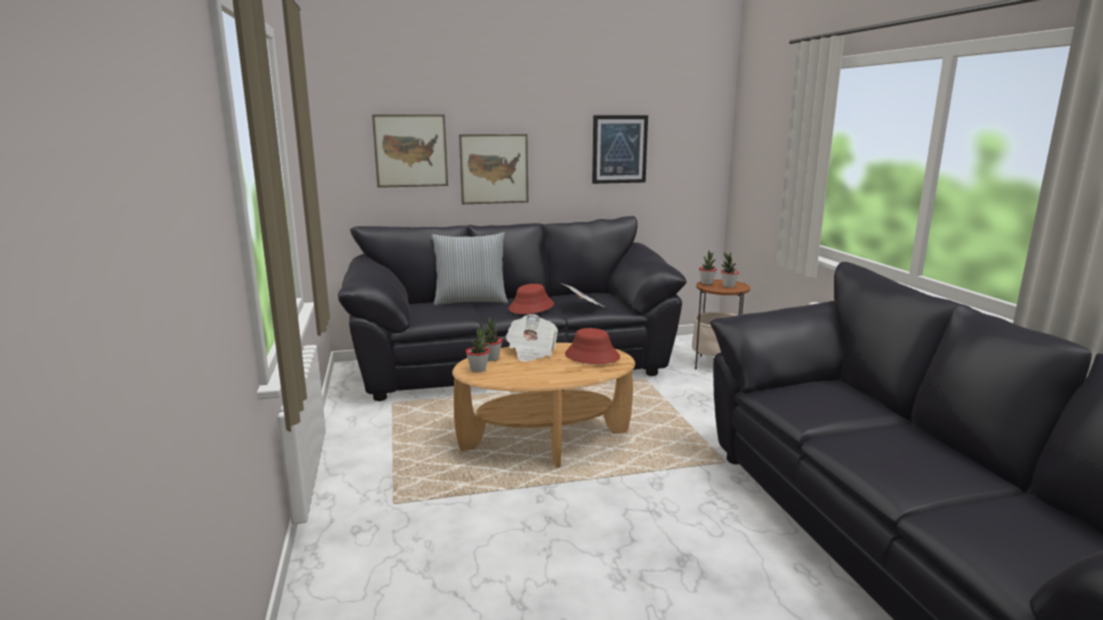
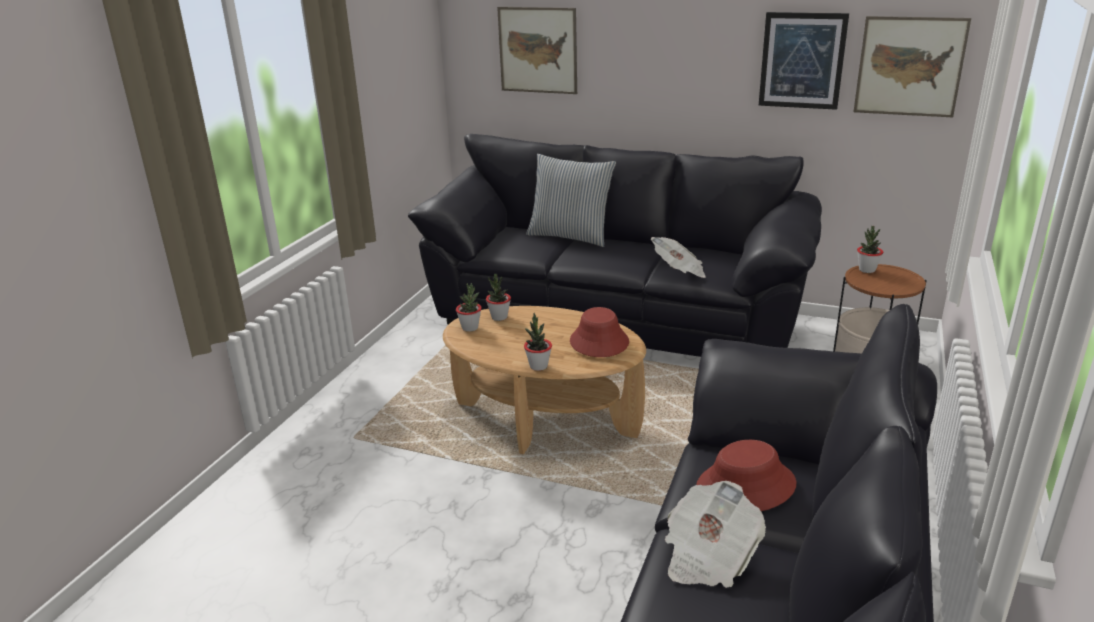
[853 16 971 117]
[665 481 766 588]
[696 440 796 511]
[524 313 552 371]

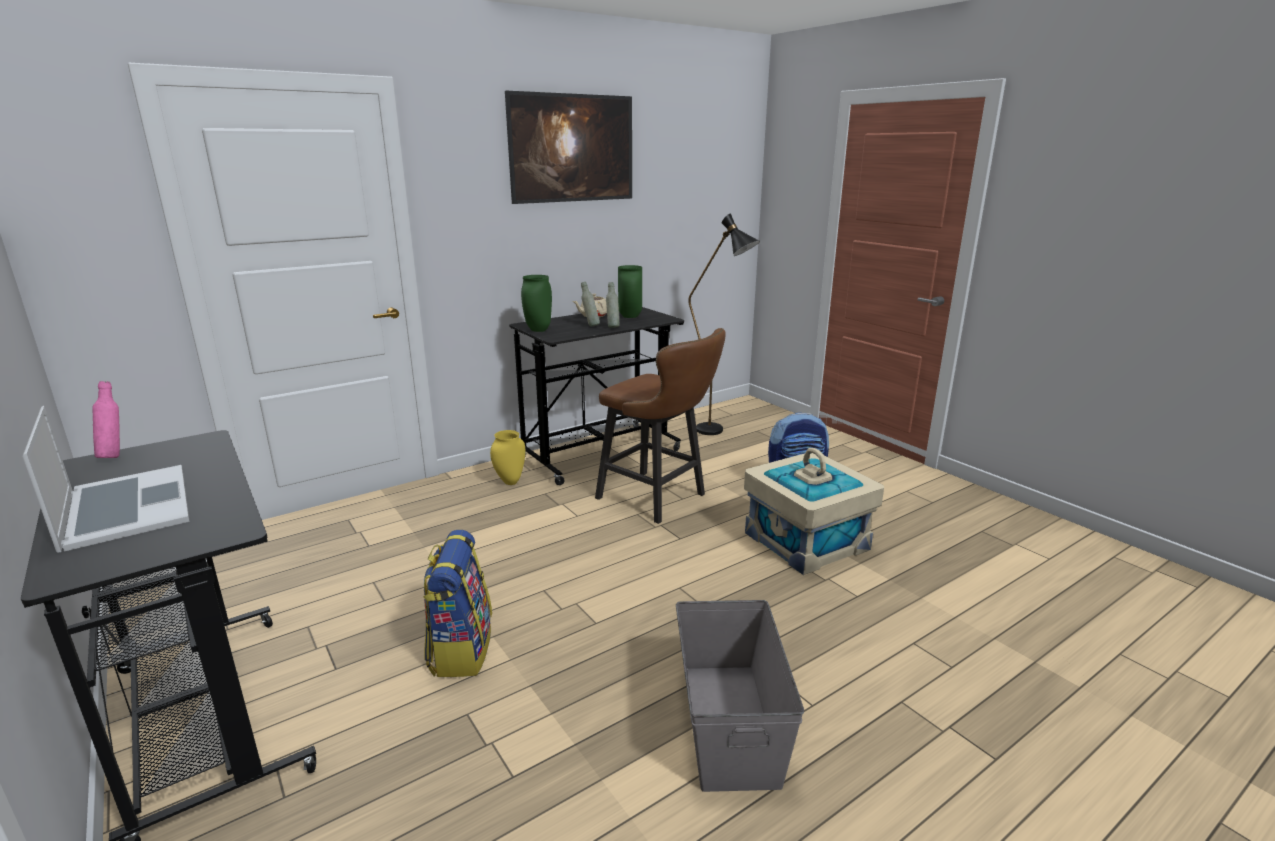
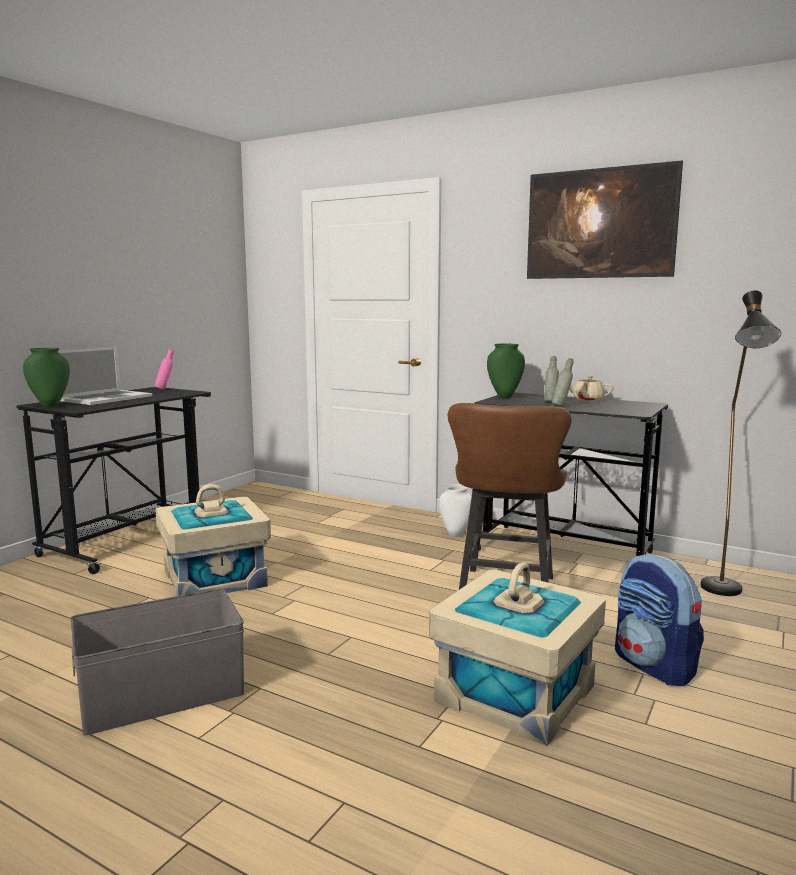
[23 348 70 407]
[155 484 271 596]
[439 484 472 537]

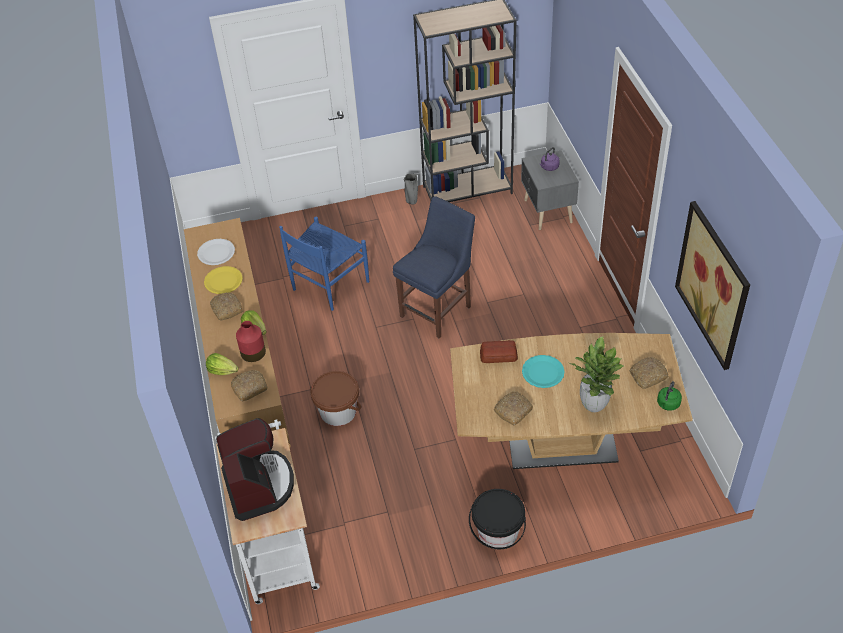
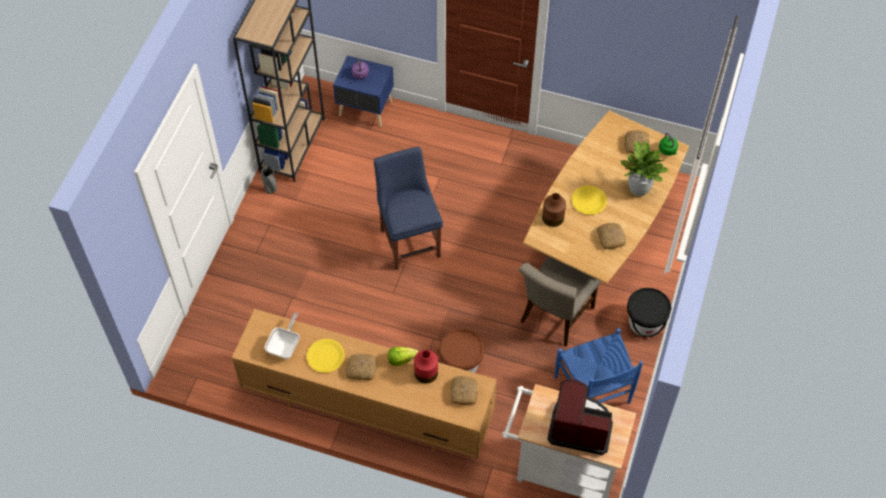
[206 353 239 375] (first image)
[675 201 750 370] (first image)
[518 256 601 347]
[554 328 643 404]
[265 312 300 359]
[542 193 566 227]
[333 56 394 127]
[571 185 607 215]

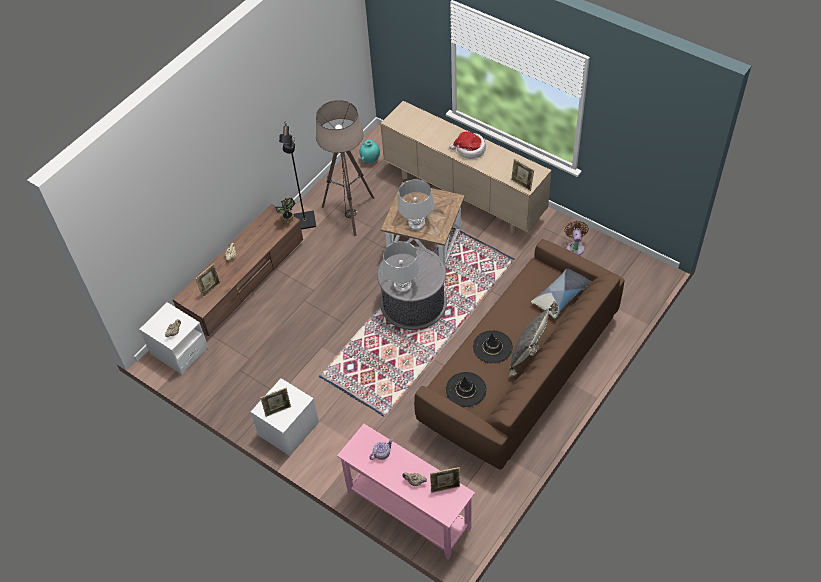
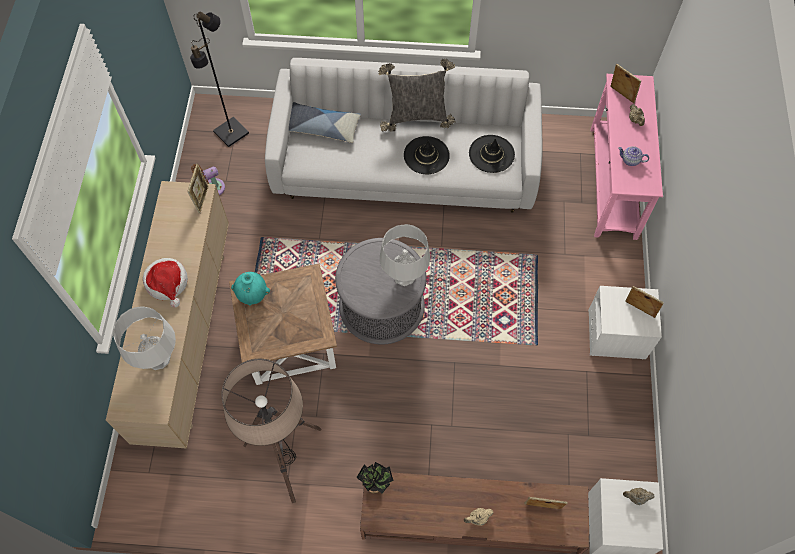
[190 12 249 147]
[231 272 270 306]
[113 306 176 370]
[265 58 543 213]

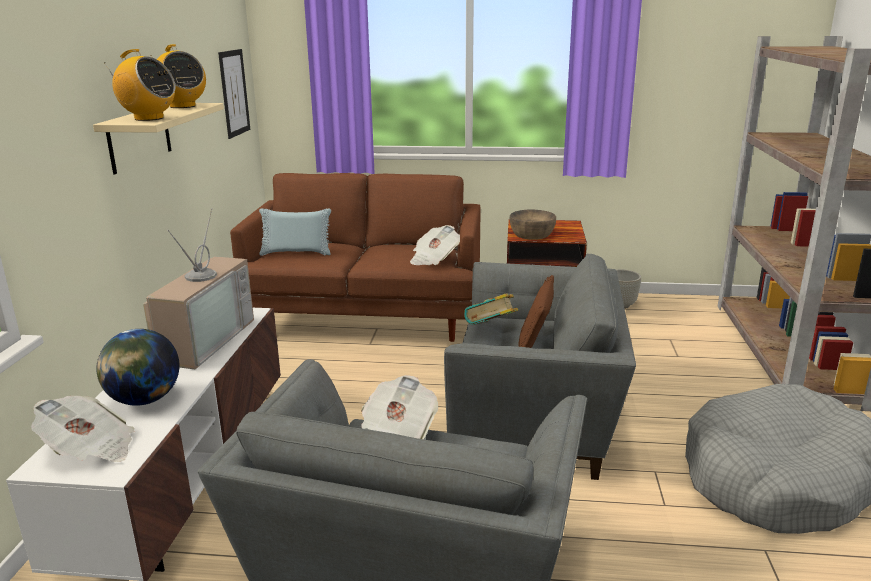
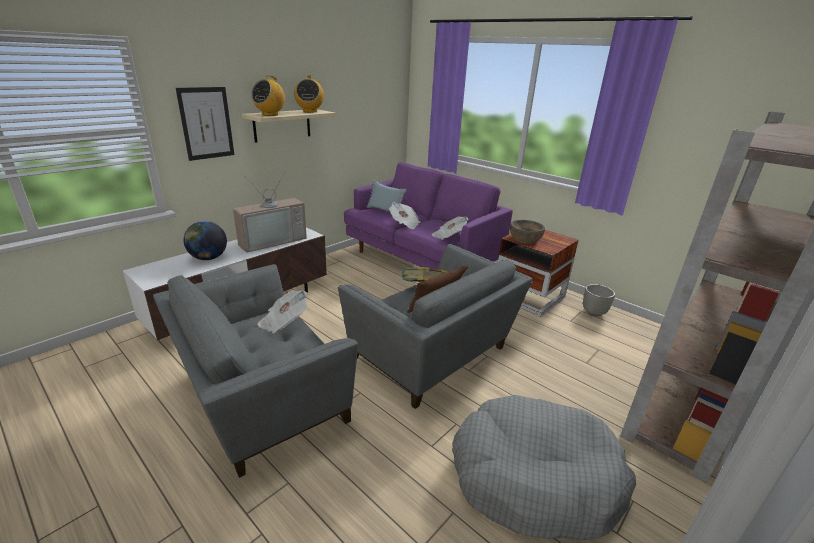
[389 202 421 229]
[176 87 234 161]
[344 162 513 270]
[251 75 285 116]

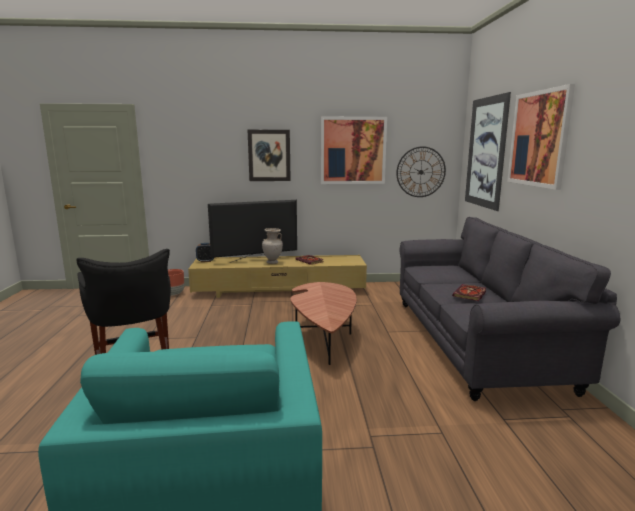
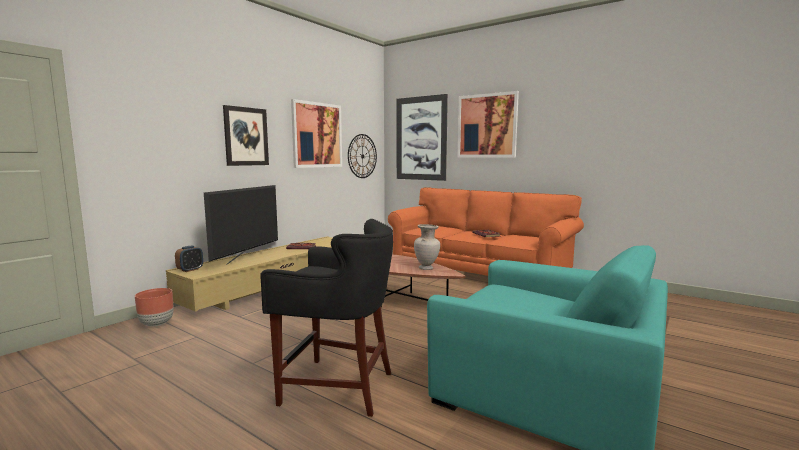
[414 224 440 270]
[388 187 584 276]

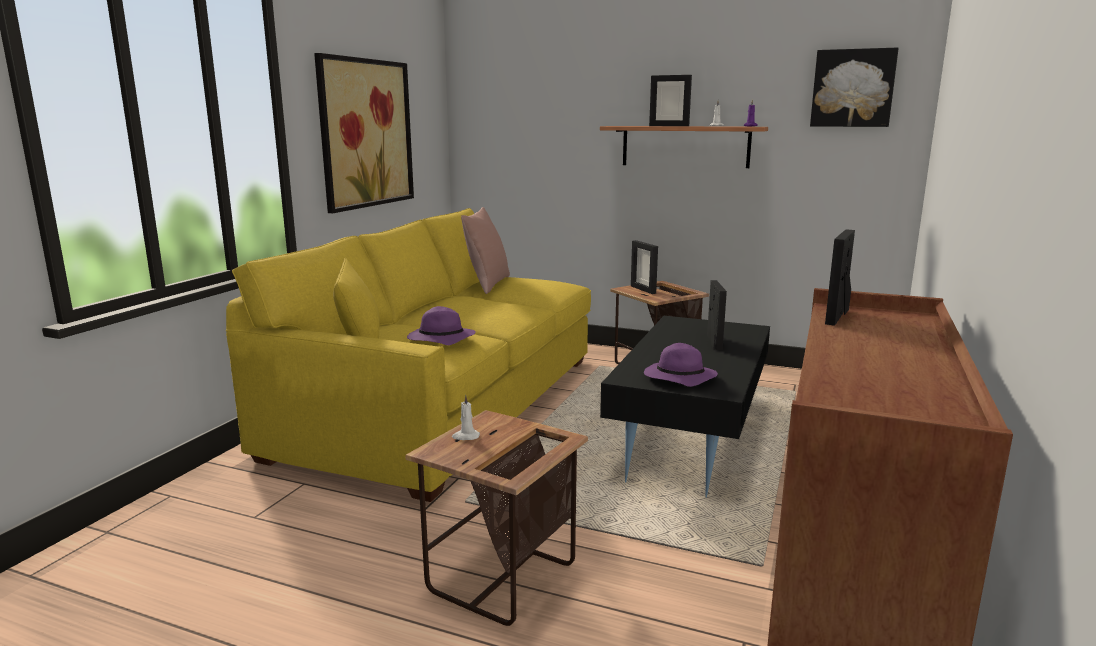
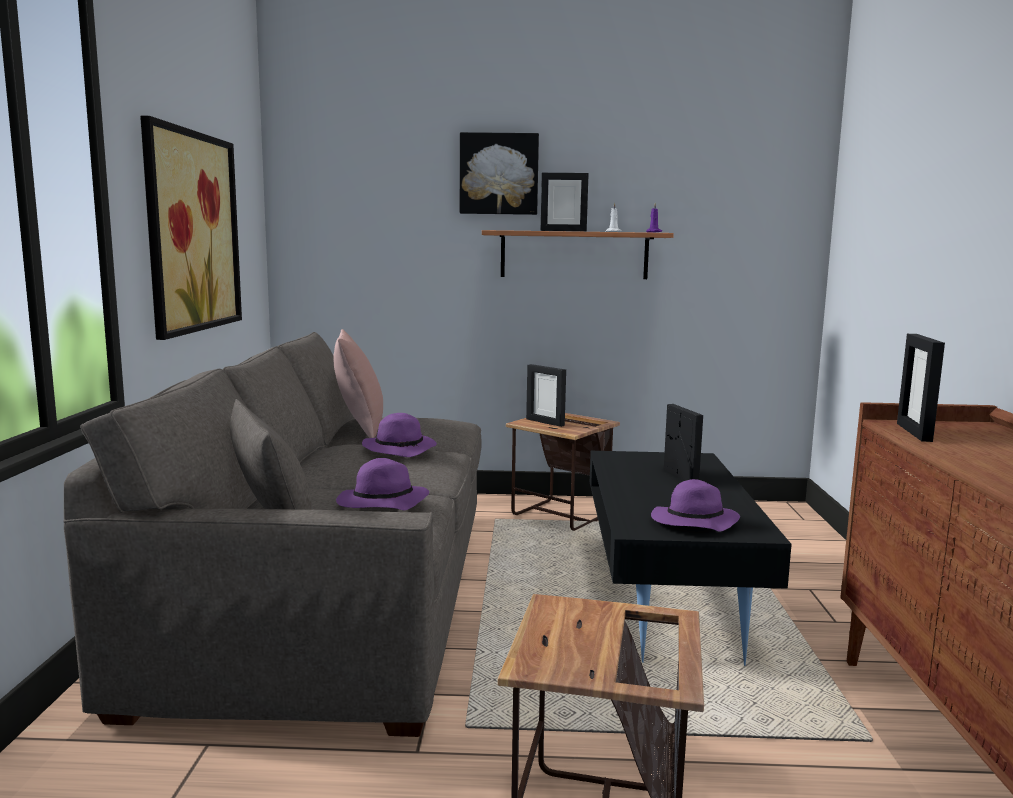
[452 394 480 440] (first image)
[362 413 437 457]
[460 132 539 215]
[63 332 482 737]

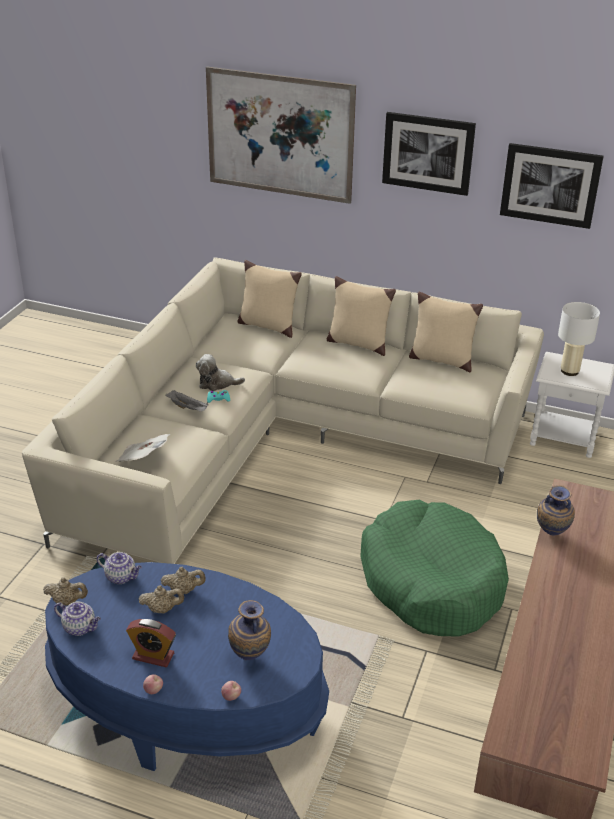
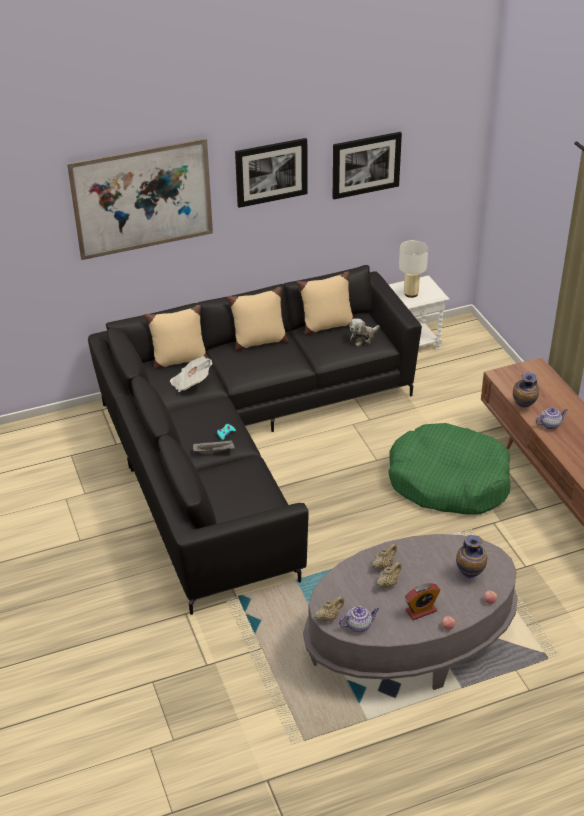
[535 408 568 430]
[170 356 213 392]
[349 318 380 347]
[88 265 422 615]
[303 534 518 690]

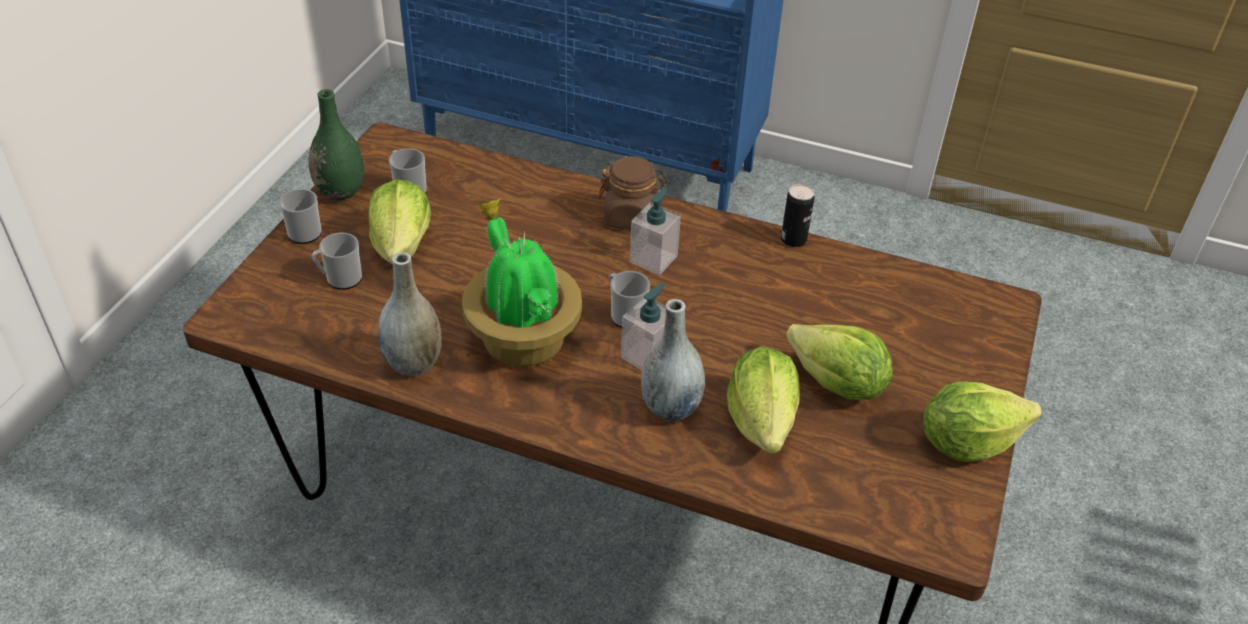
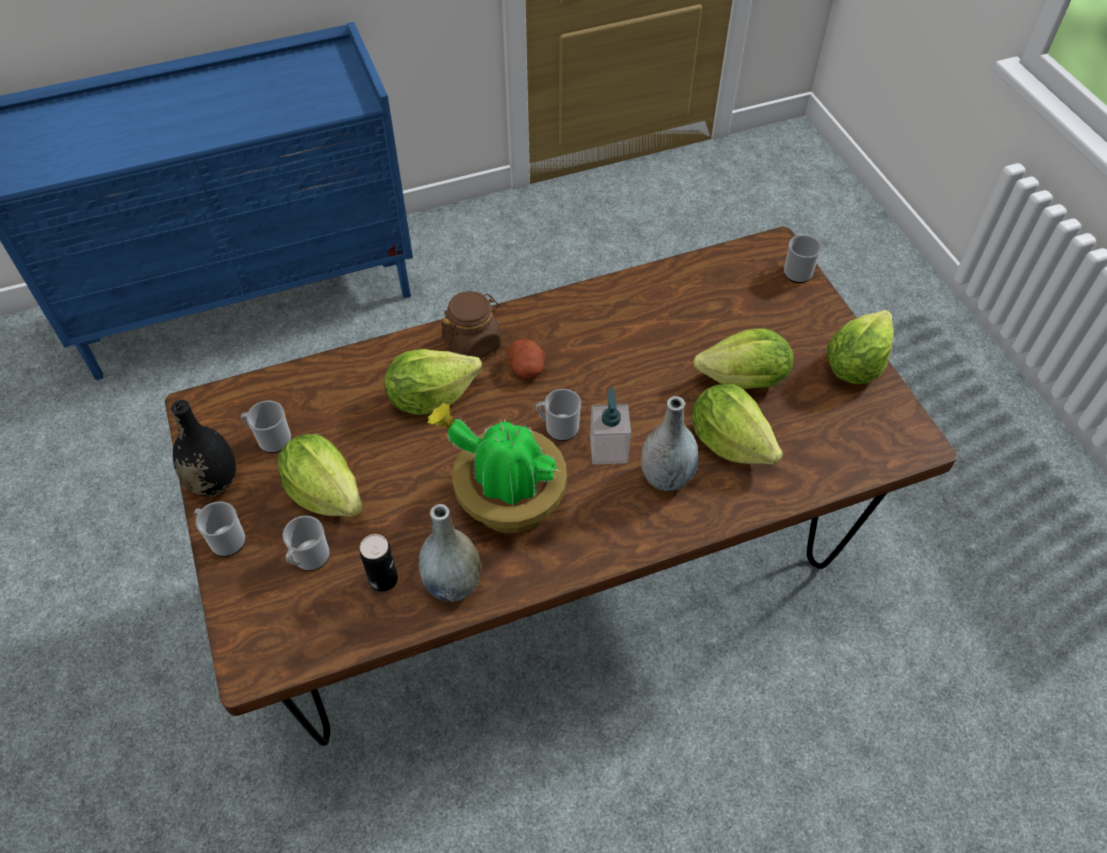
[384 349 482 415]
[784 233 822 283]
[360 534 398 592]
[508 339 545 378]
[171 400 236 497]

